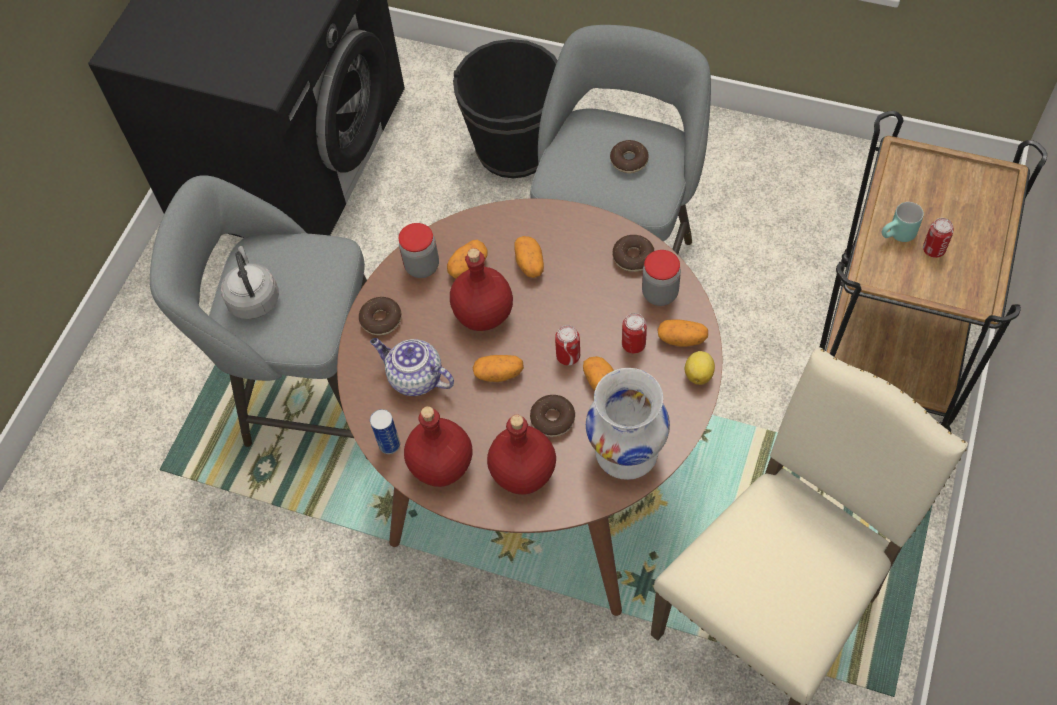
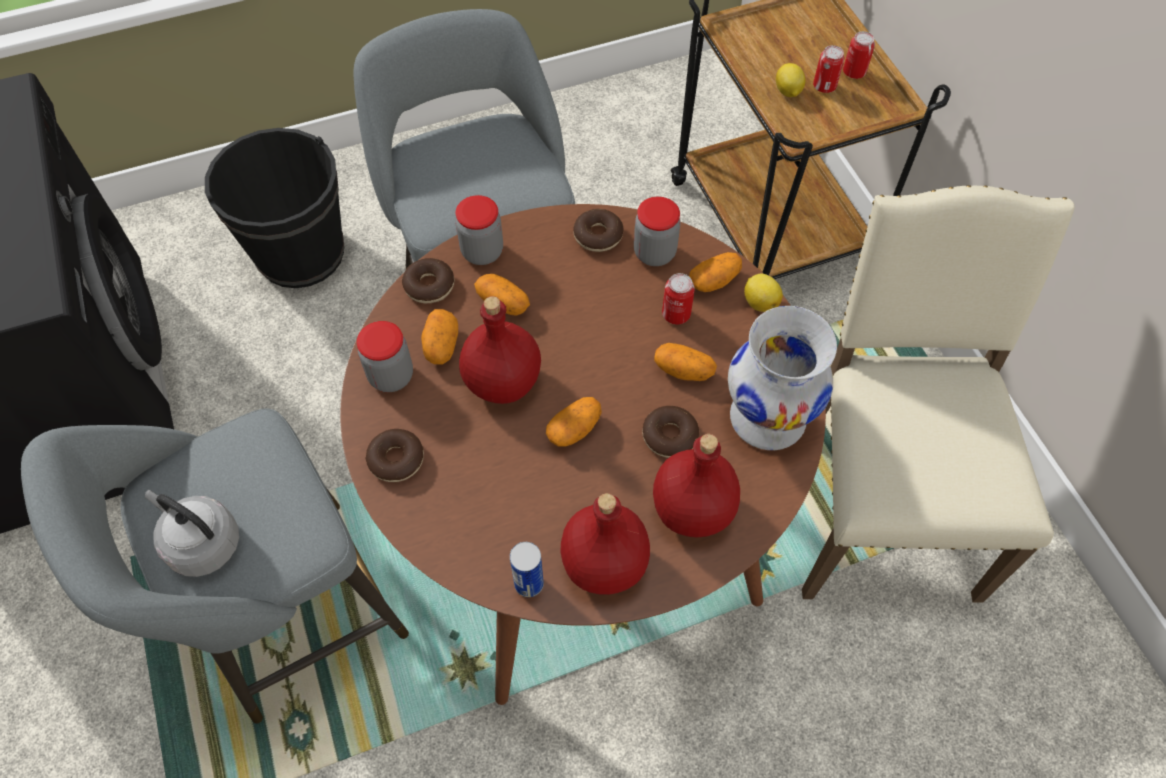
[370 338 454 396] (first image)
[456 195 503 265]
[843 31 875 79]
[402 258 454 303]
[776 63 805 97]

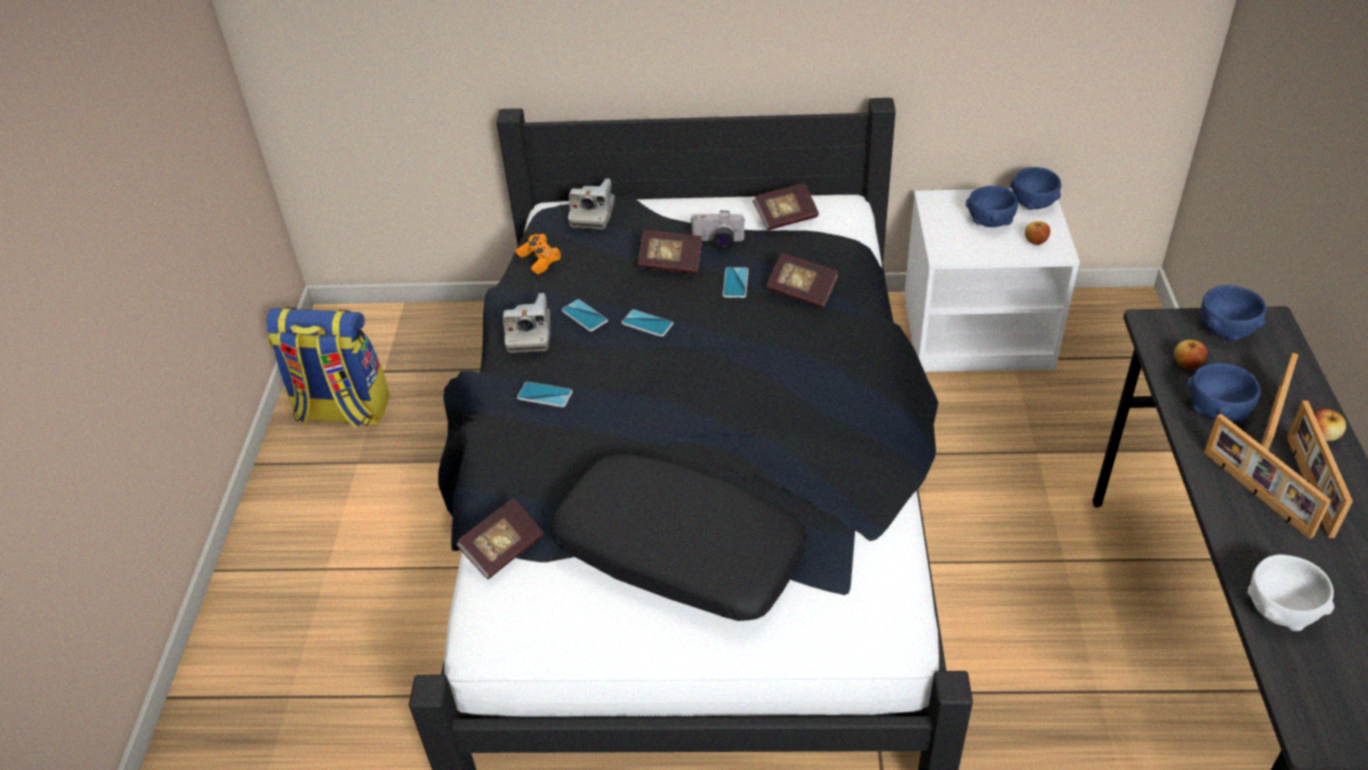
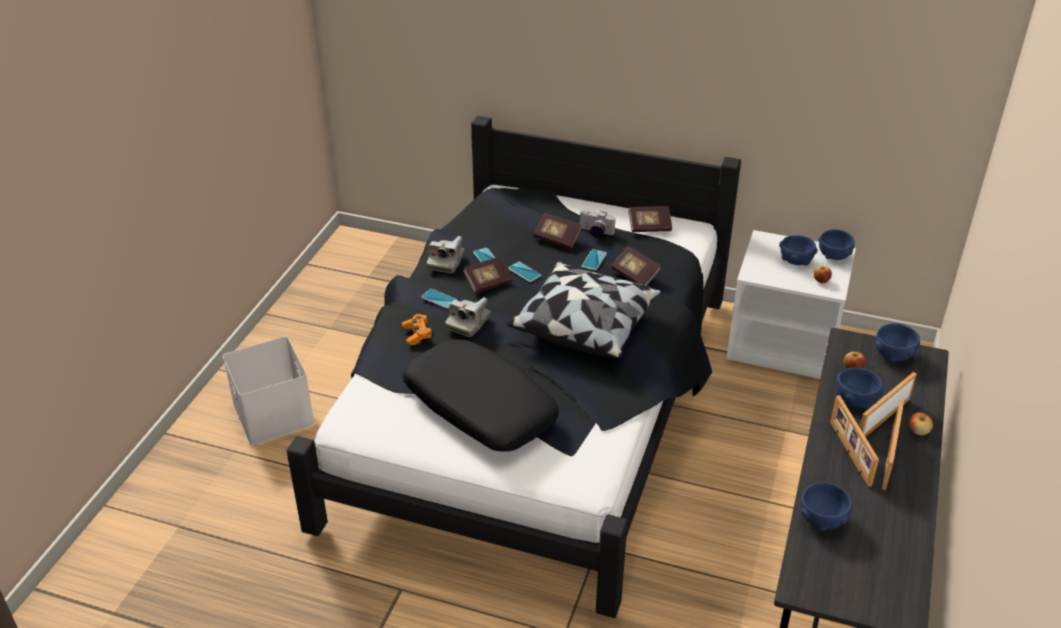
[266 307 390 428] (first image)
[223 336 315 446]
[507 262 661 358]
[463 256 513 293]
[402 314 433 346]
[445 297 491 337]
[801 482 852 531]

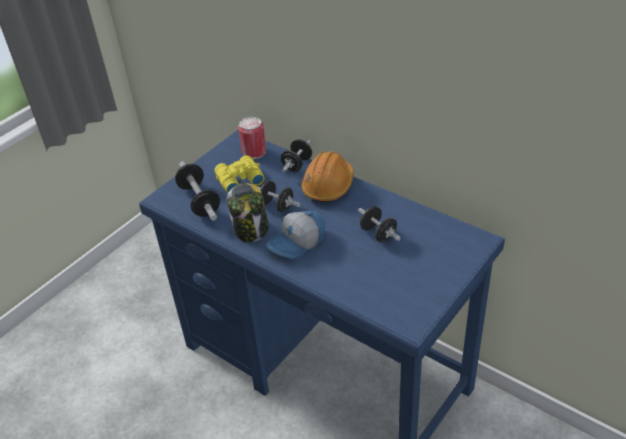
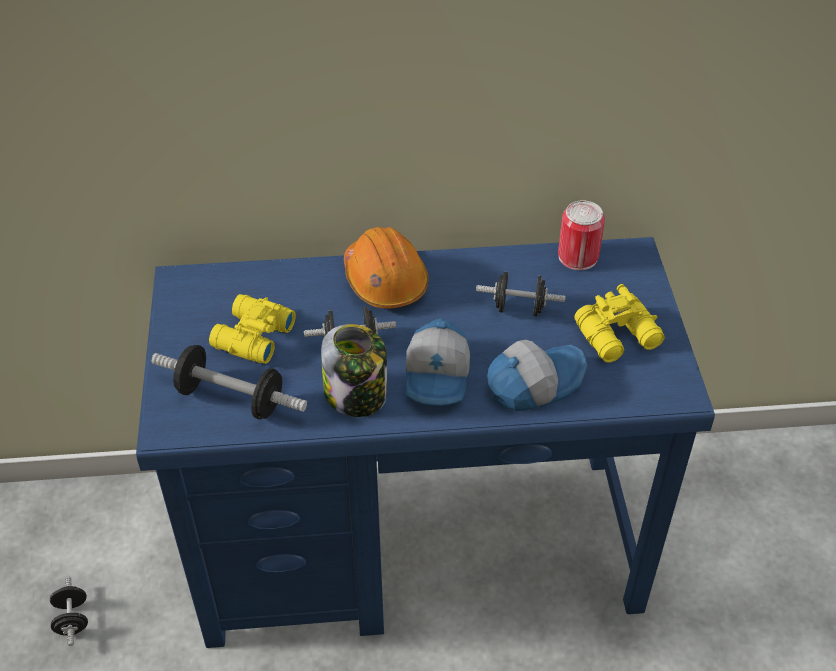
[487 340 587 411]
[574 284 665 363]
[558 200 605 270]
[50 577 88 646]

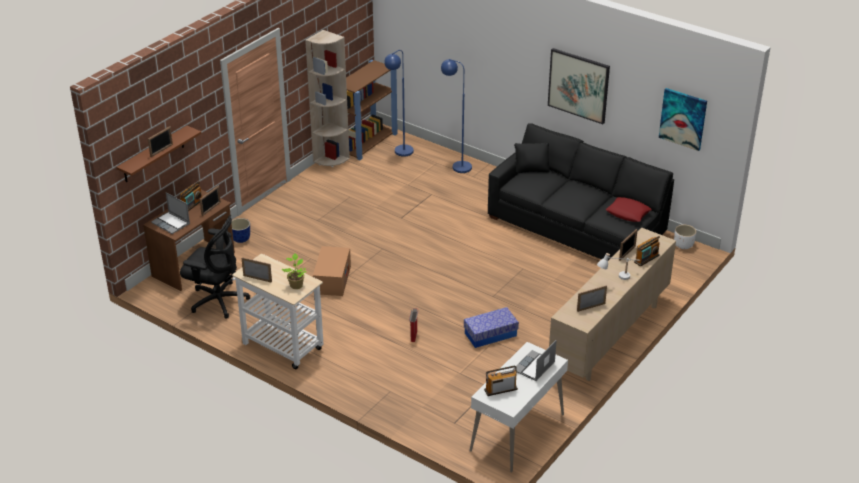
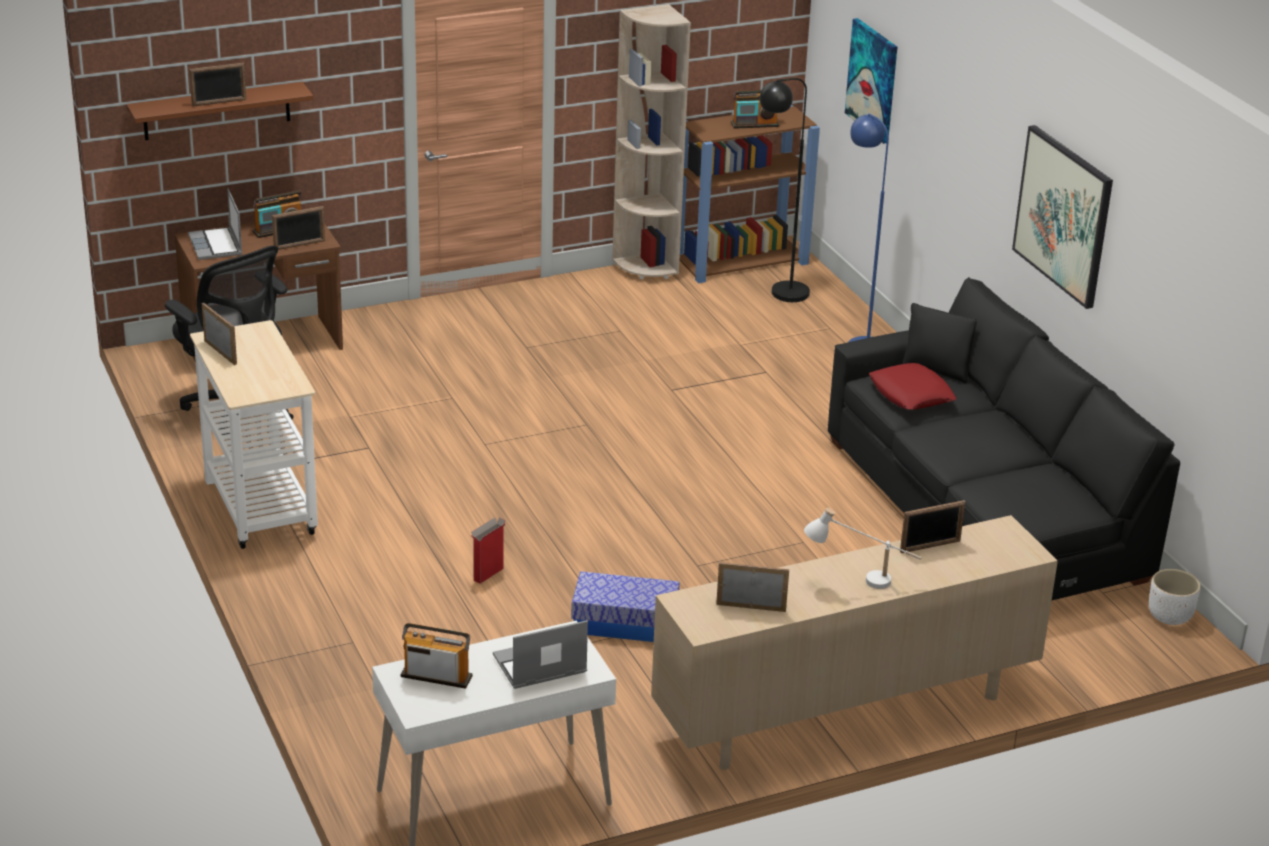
[231 218 250 243] (first image)
[282 253 306 289] (first image)
[313 246 351 296] (first image)
[869 363 956 410]
[731 90 779 129]
[845 18 897 144]
[760 78 810 302]

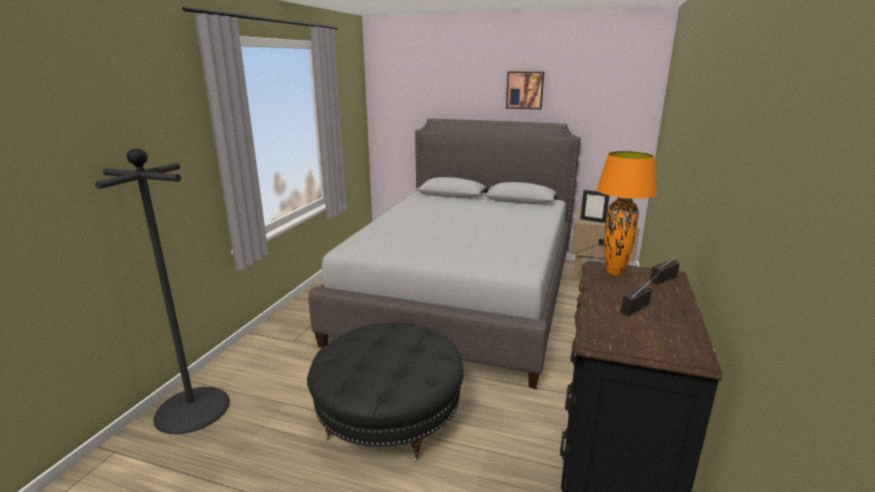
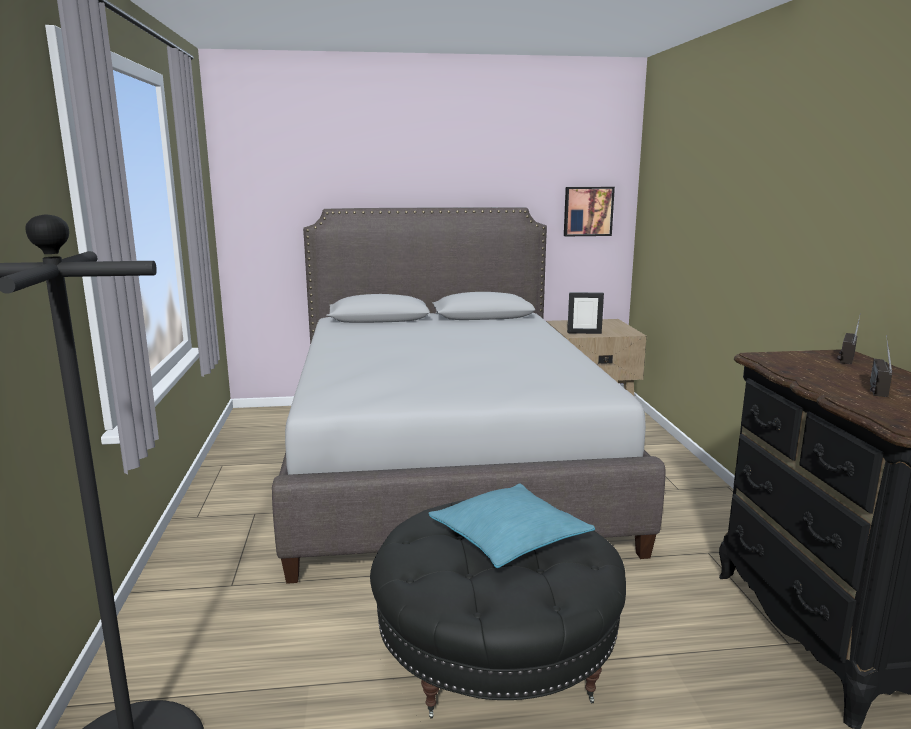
[596 151 657 276] (first image)
[428 483 595 568]
[564 187 615 236]

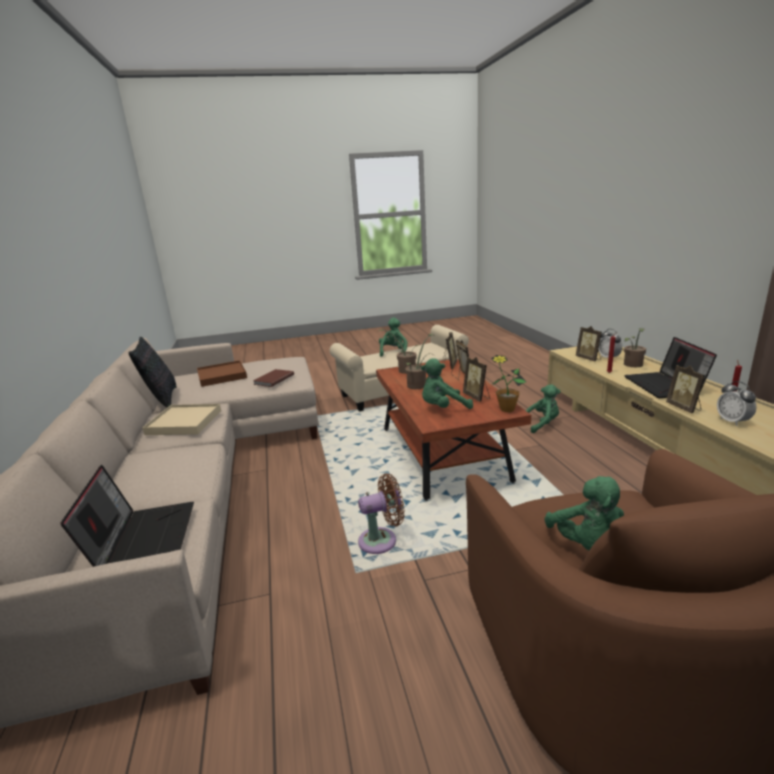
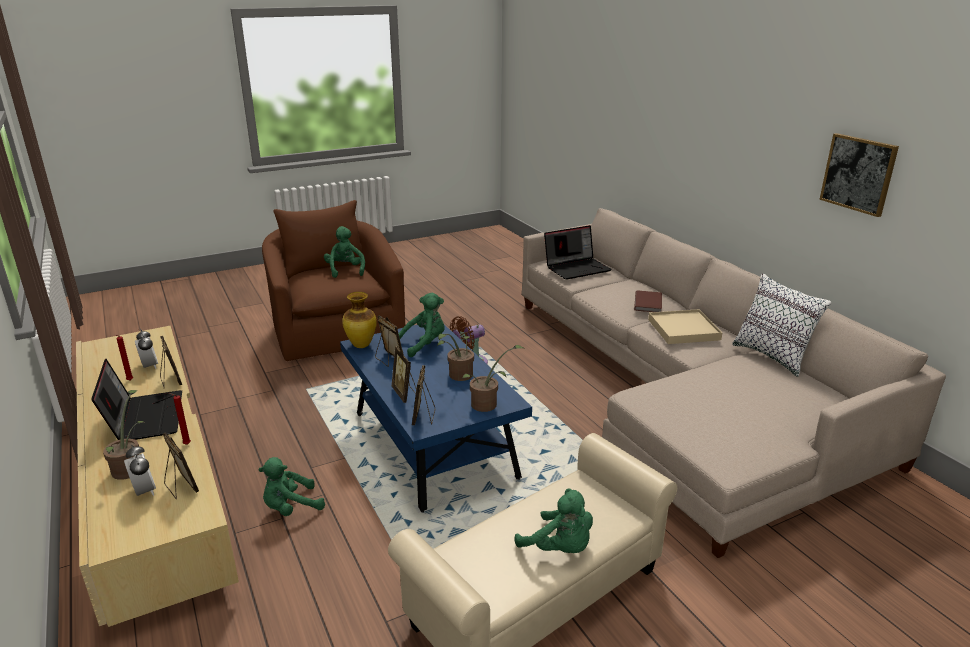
[197 360 247 387] (first image)
[819 133 899 217]
[634 290 662 312]
[342 292 377 348]
[732 273 831 377]
[340 324 532 512]
[544 225 612 280]
[514 488 593 553]

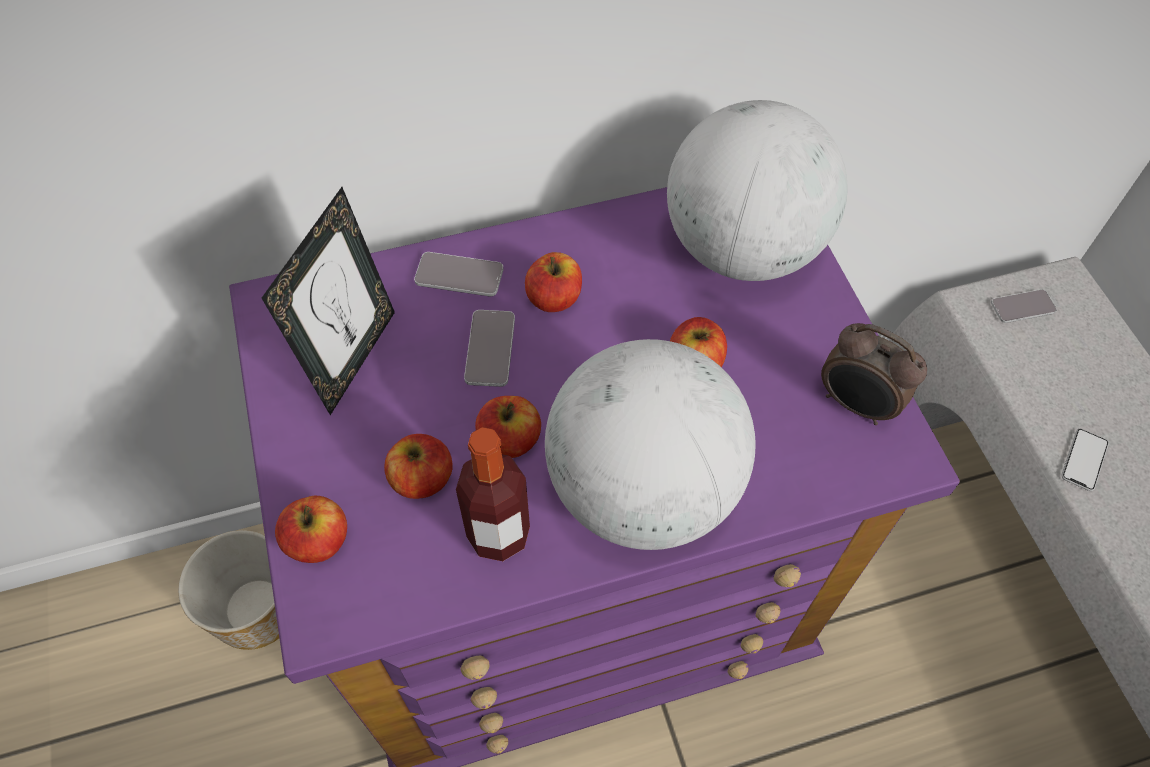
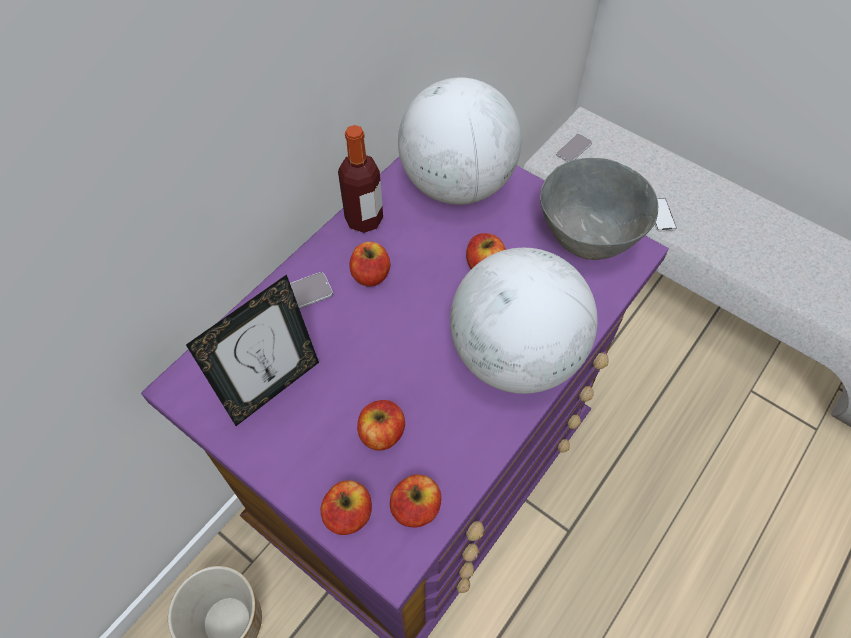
[464 310 515 387] (first image)
[338 125 383 233]
[390 474 441 527]
[540 158 658 260]
[186 274 319 426]

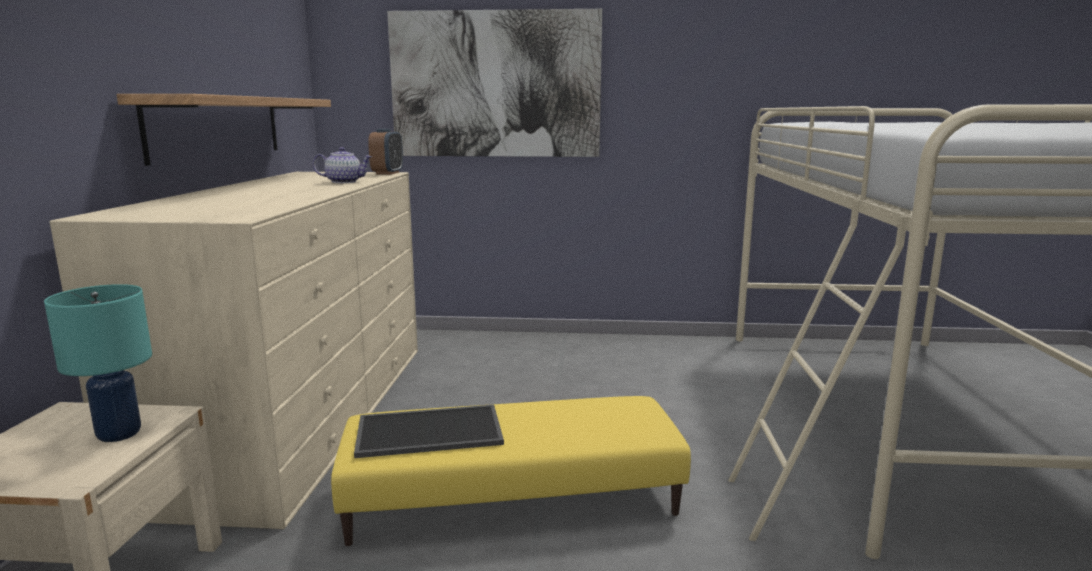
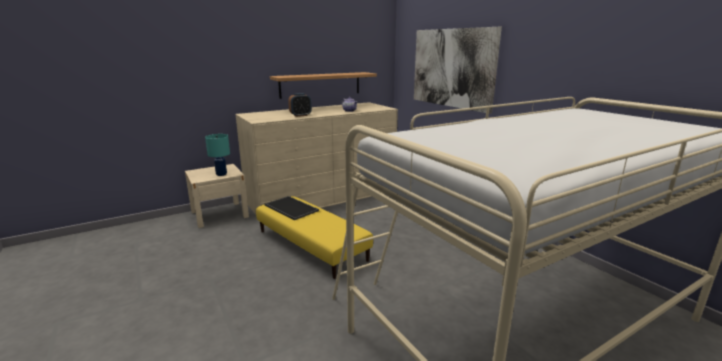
[288 93 312 117]

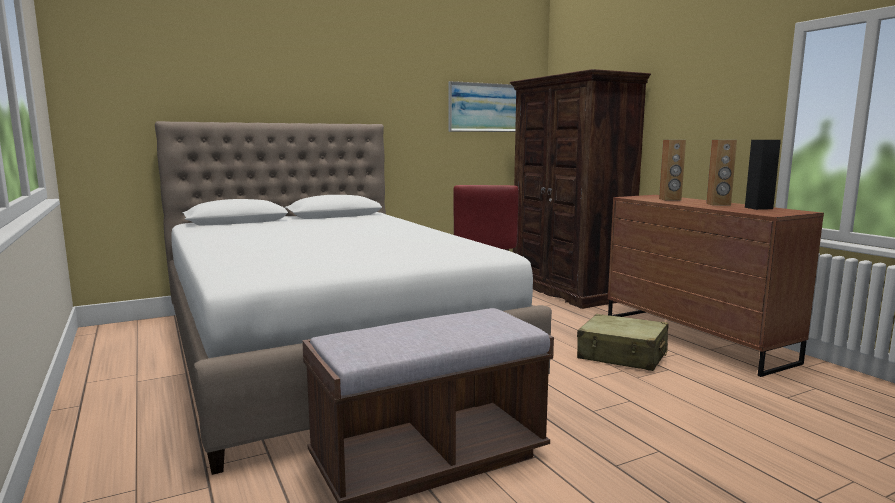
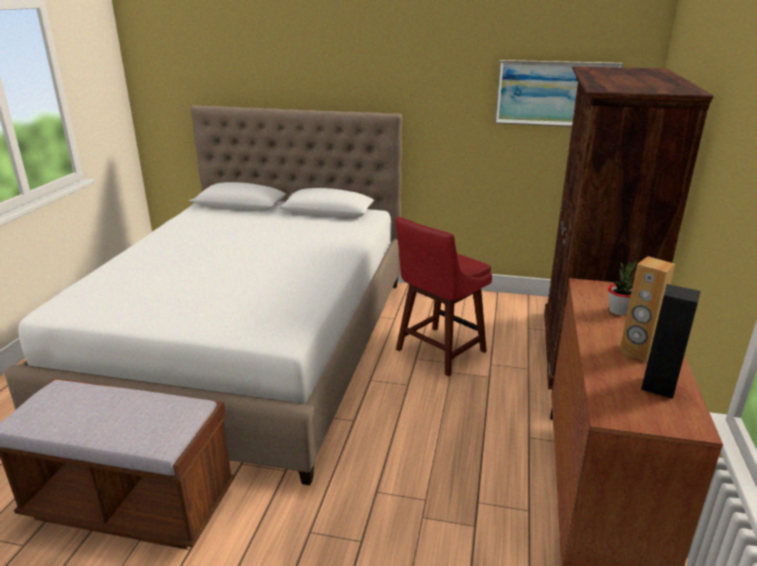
[577 314 668 371] (first image)
[608 260 636 315]

